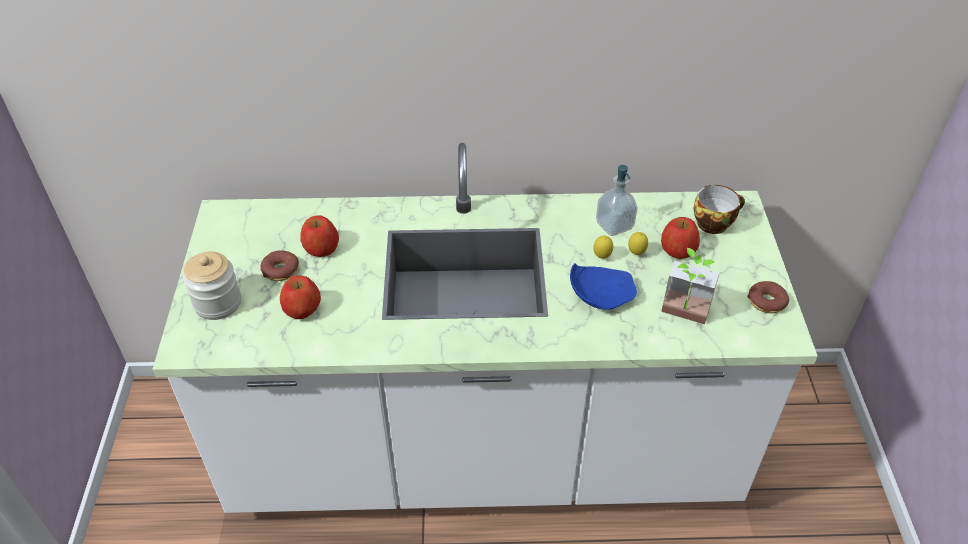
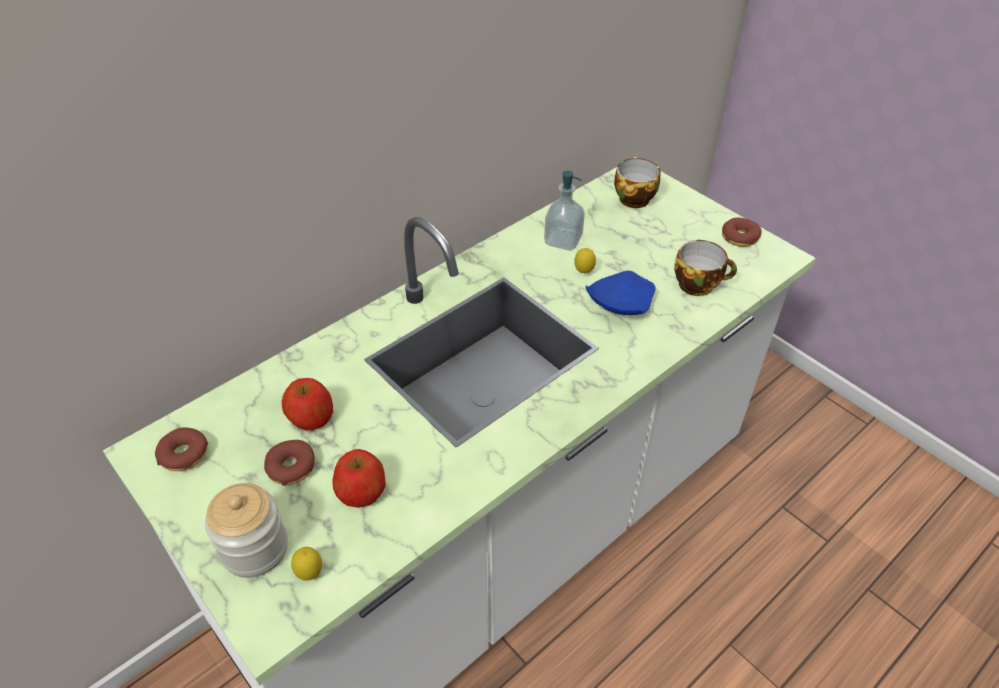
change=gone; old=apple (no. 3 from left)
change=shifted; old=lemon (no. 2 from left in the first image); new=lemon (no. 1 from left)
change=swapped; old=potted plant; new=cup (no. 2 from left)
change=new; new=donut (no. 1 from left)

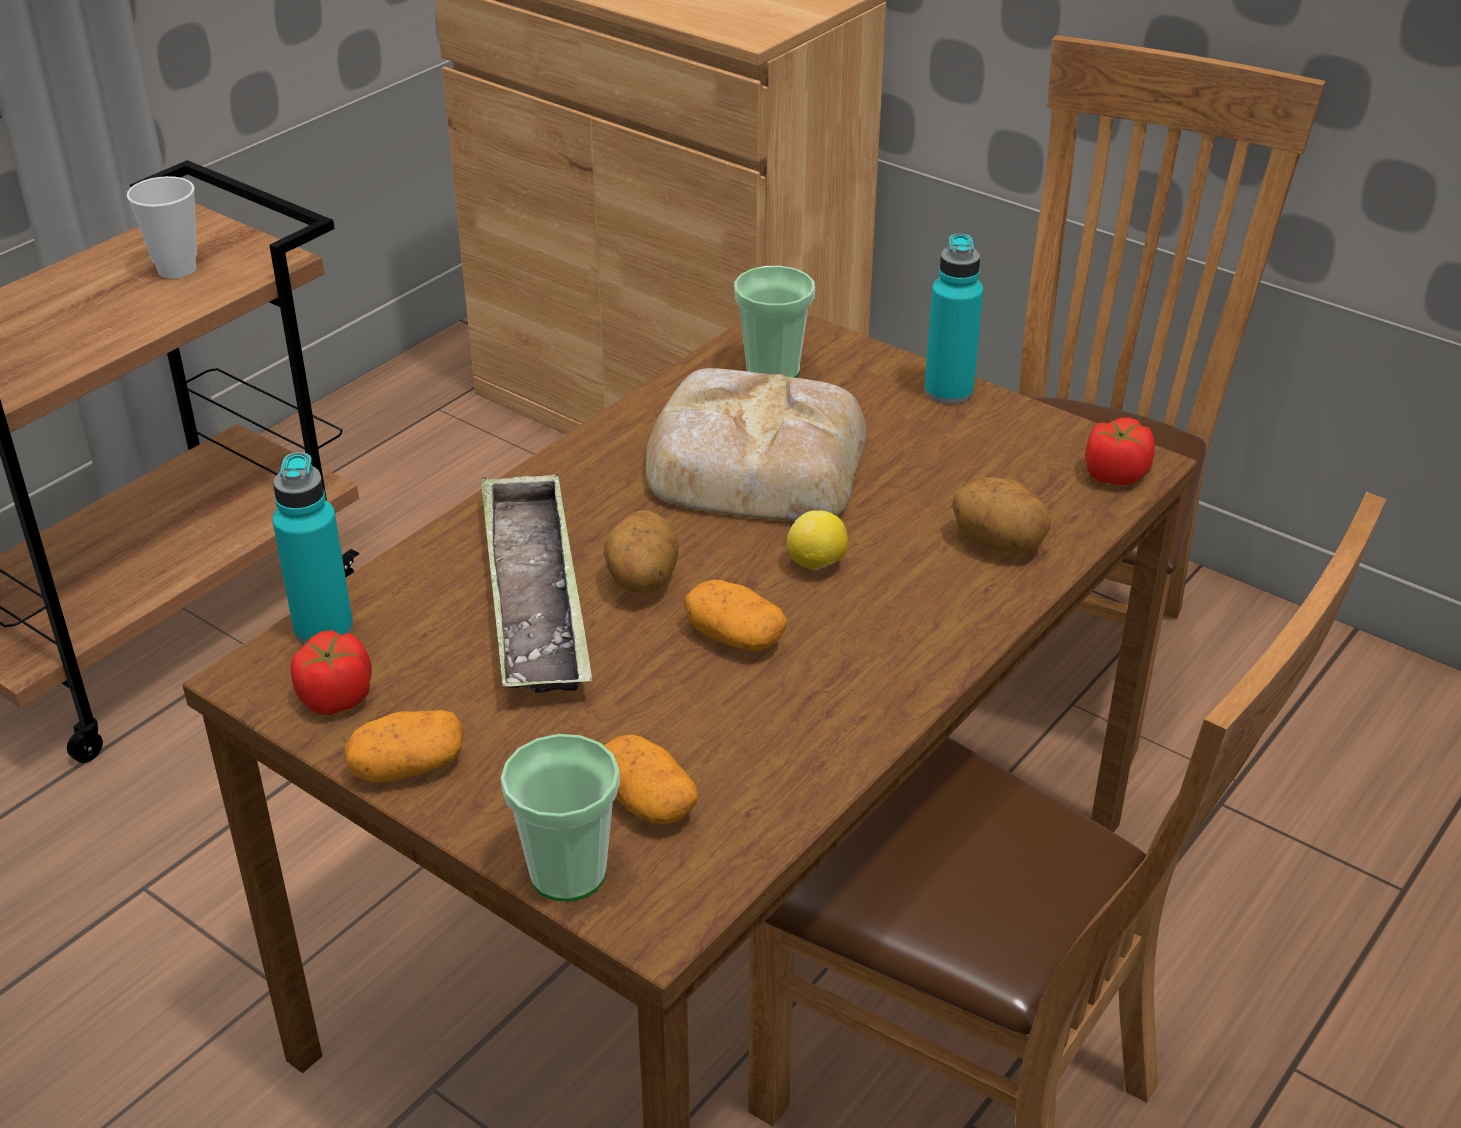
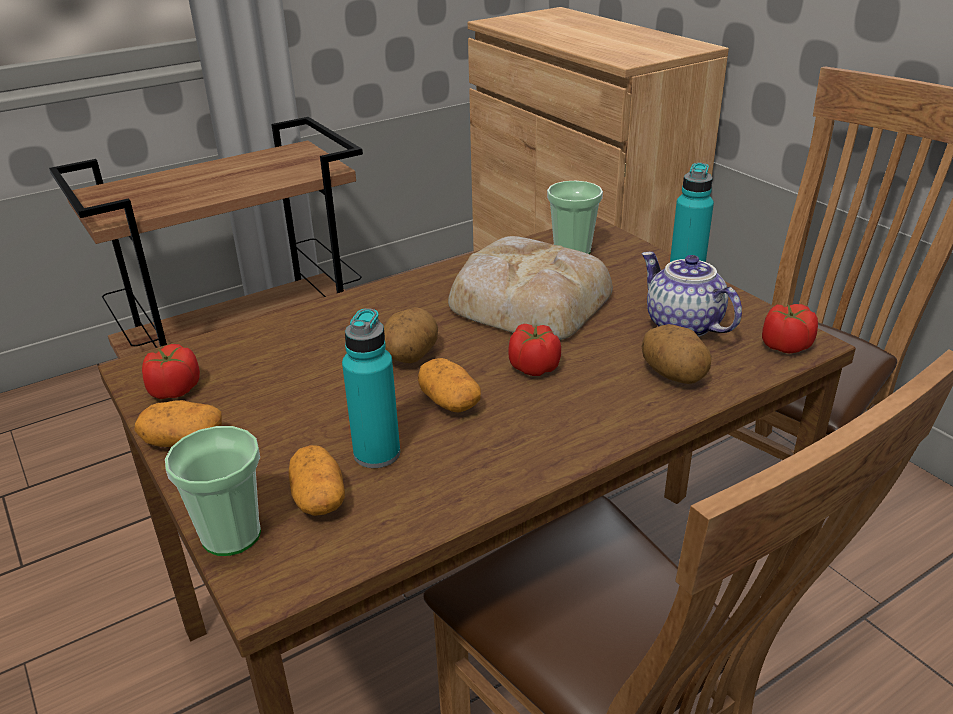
change=gone; old=cup (no. 1 from left)
change=shifted; old=turquoise bottle (no. 1 from left)
change=gone; old=tray
change=swapped; old=lemon; new=tomato (no. 2 from left)
change=new; new=teapot

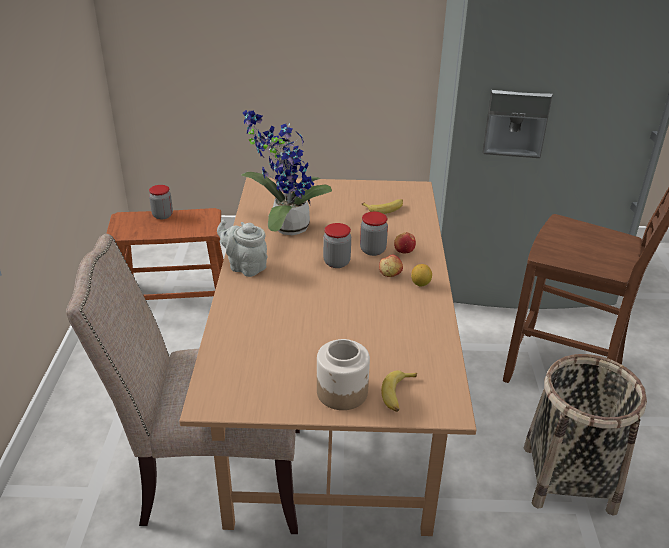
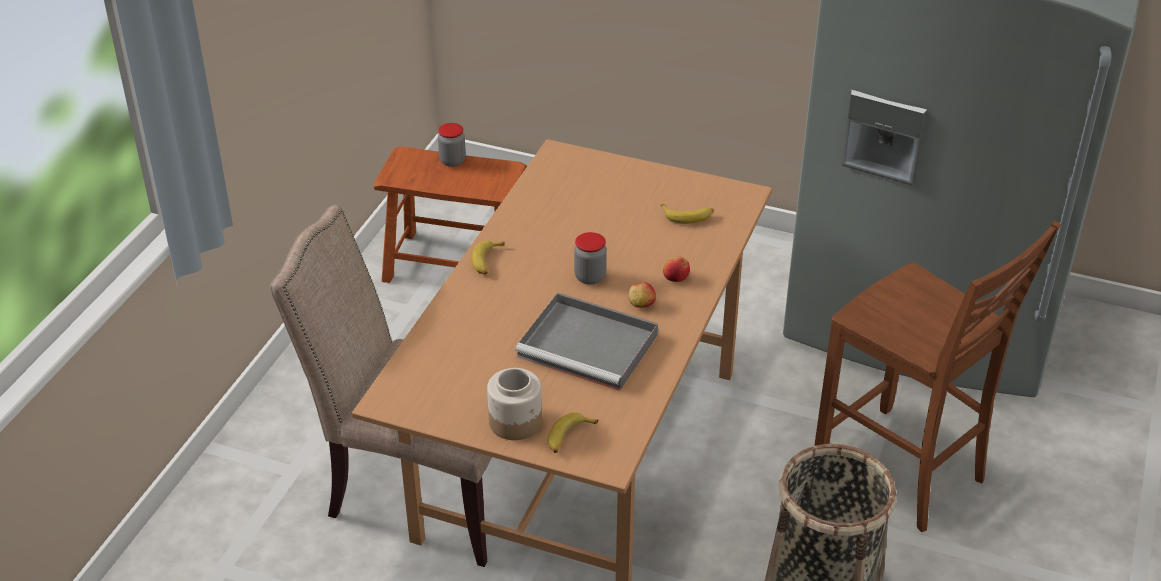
change=gone; old=potted plant
change=gone; old=jar (no. 4 from left)
change=swapped; old=grey teapot; new=banana (no. 1 from left)
change=gone; old=lemon
change=new; new=grey tray

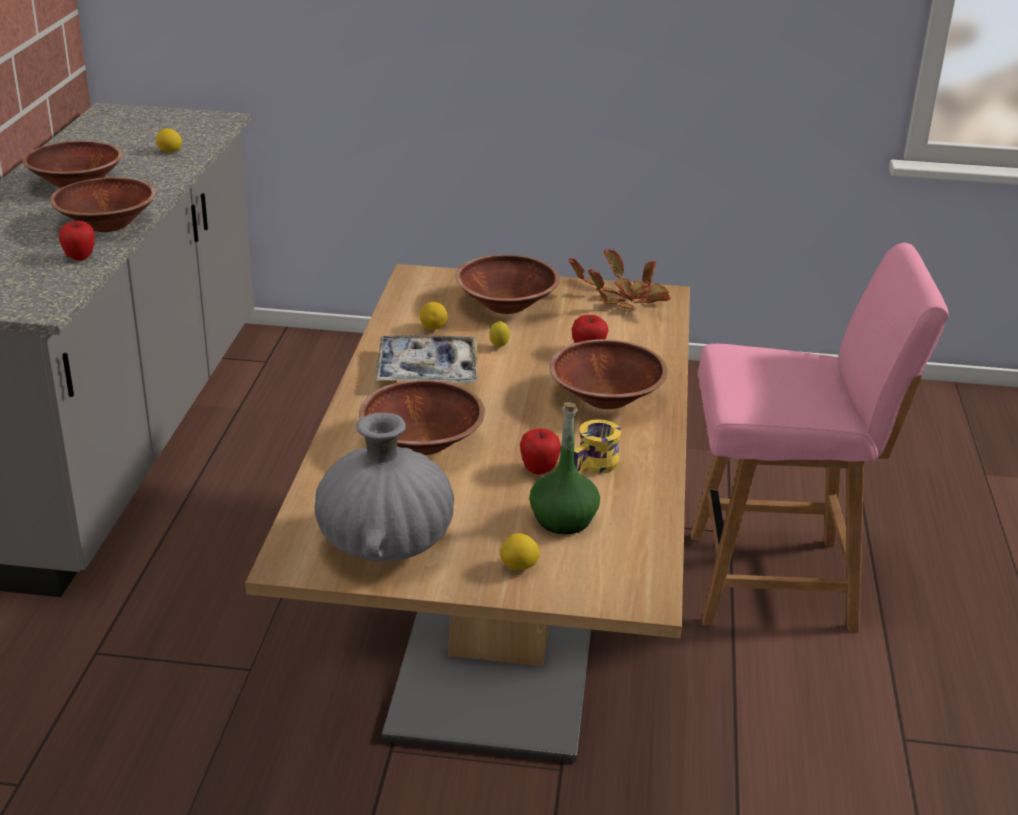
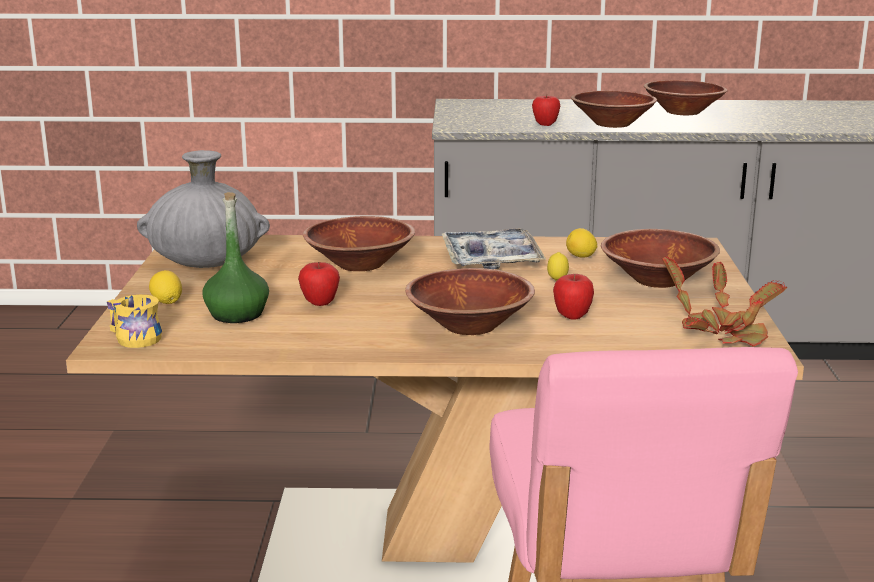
change=gone; old=lemon (no. 1 from left)
change=shifted; old=yellow mug

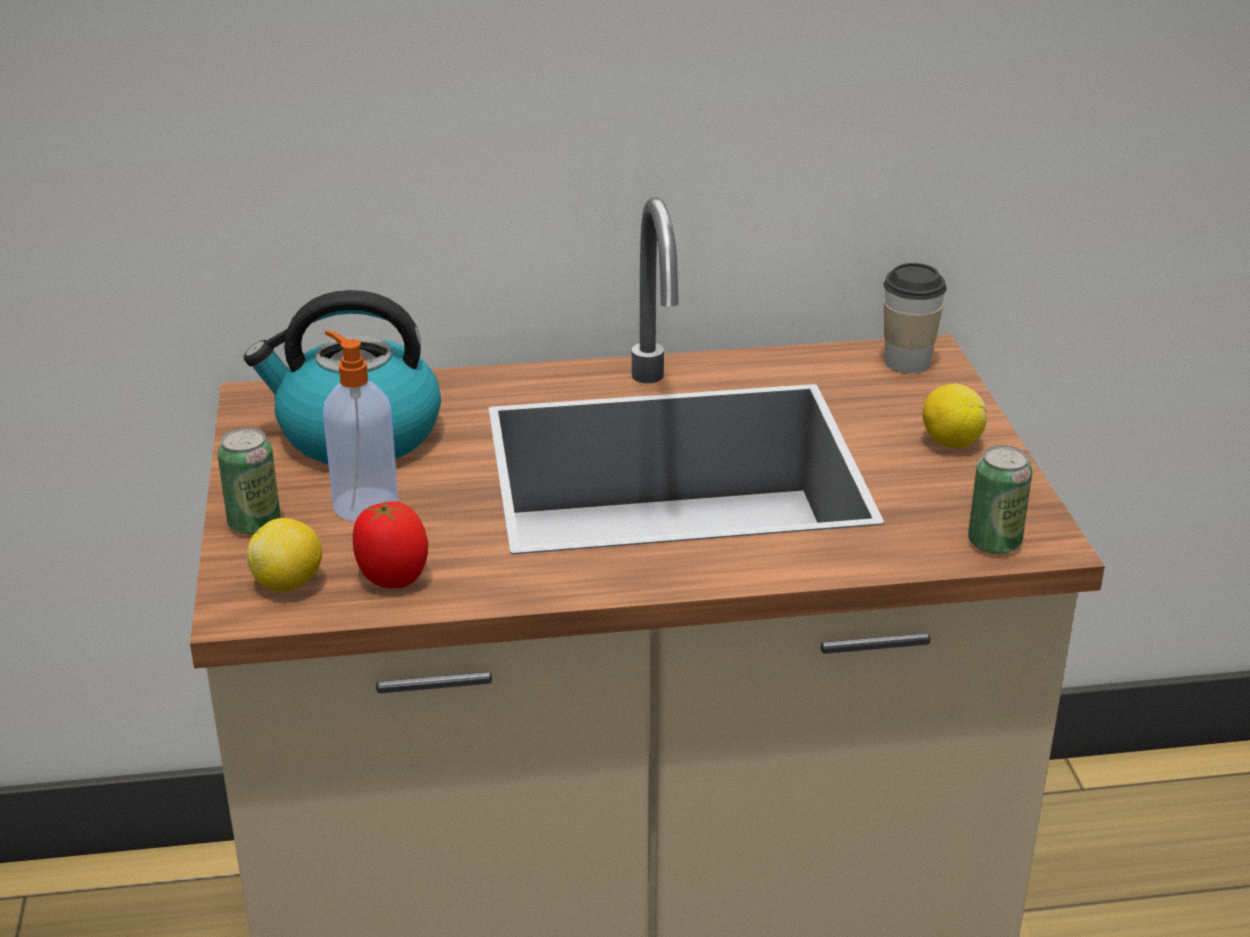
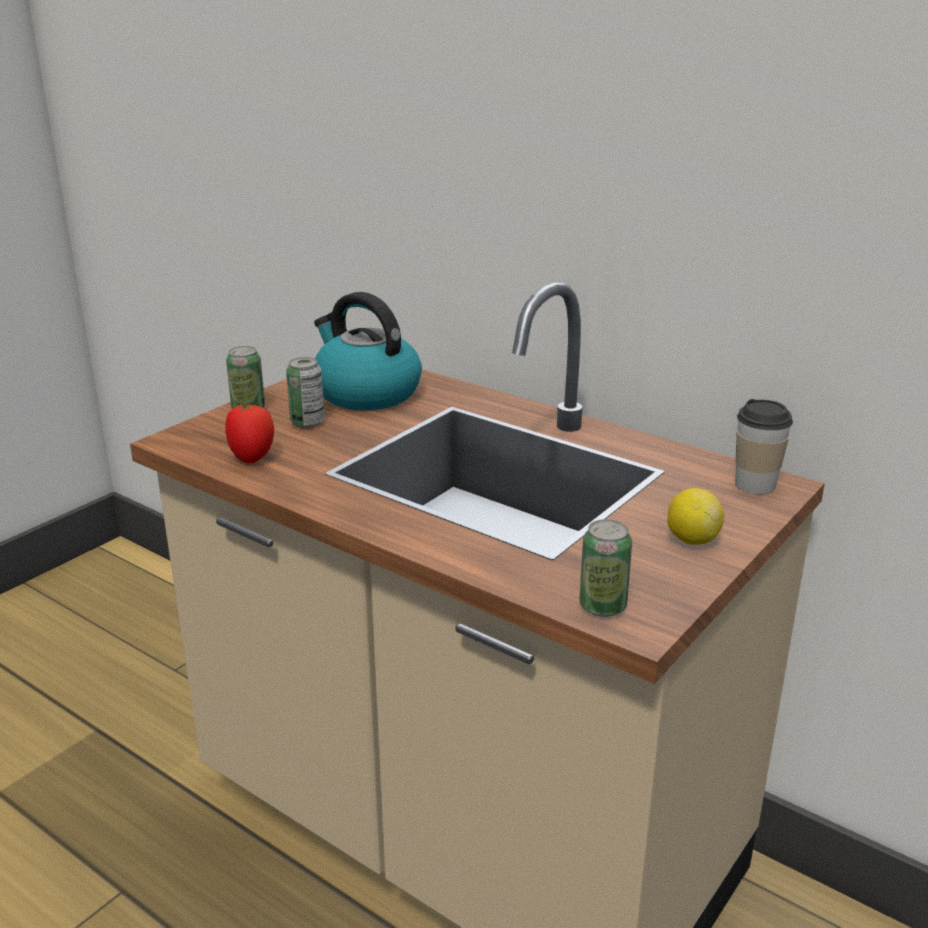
change=swapped; old=soap dispenser; new=can (no. 2 from left)
change=gone; old=lemon (no. 1 from left)

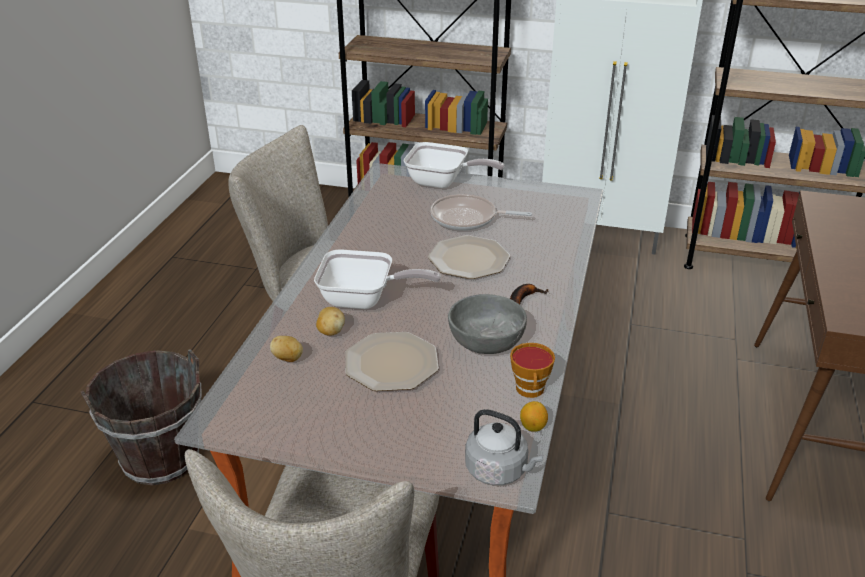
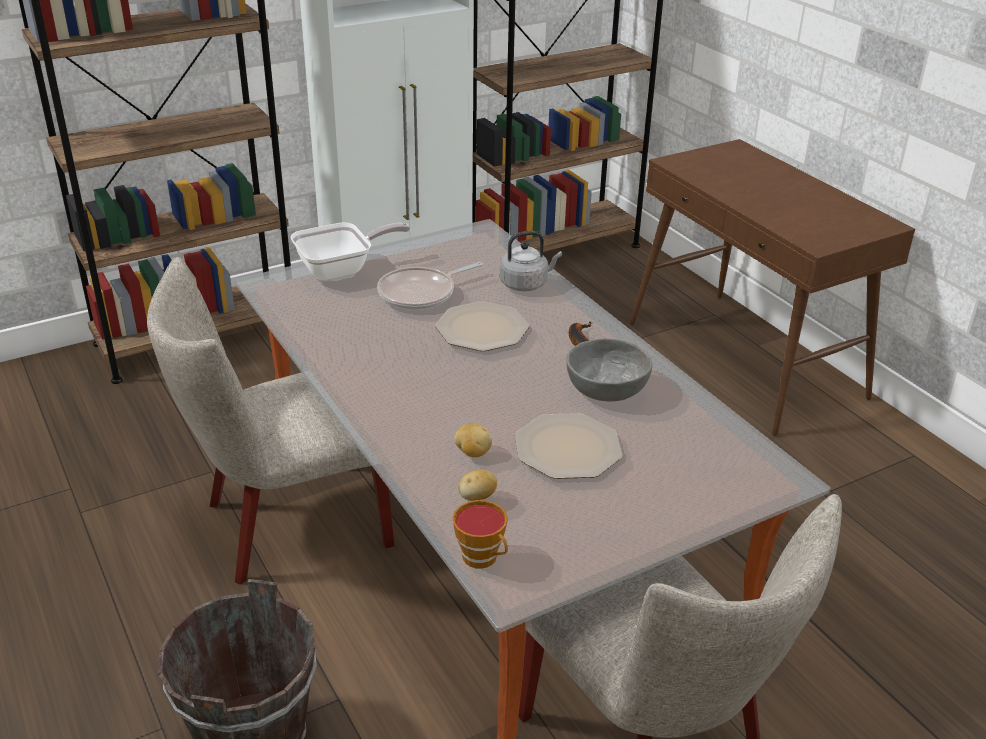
change=gone; old=frying pan (no. 1 from left)
change=shifted; old=cup
change=gone; old=lemon
change=shifted; old=grey kettle

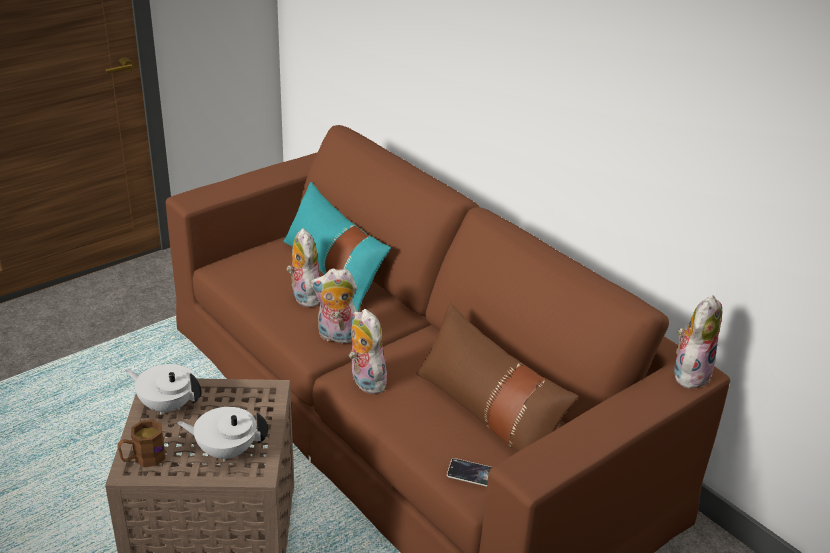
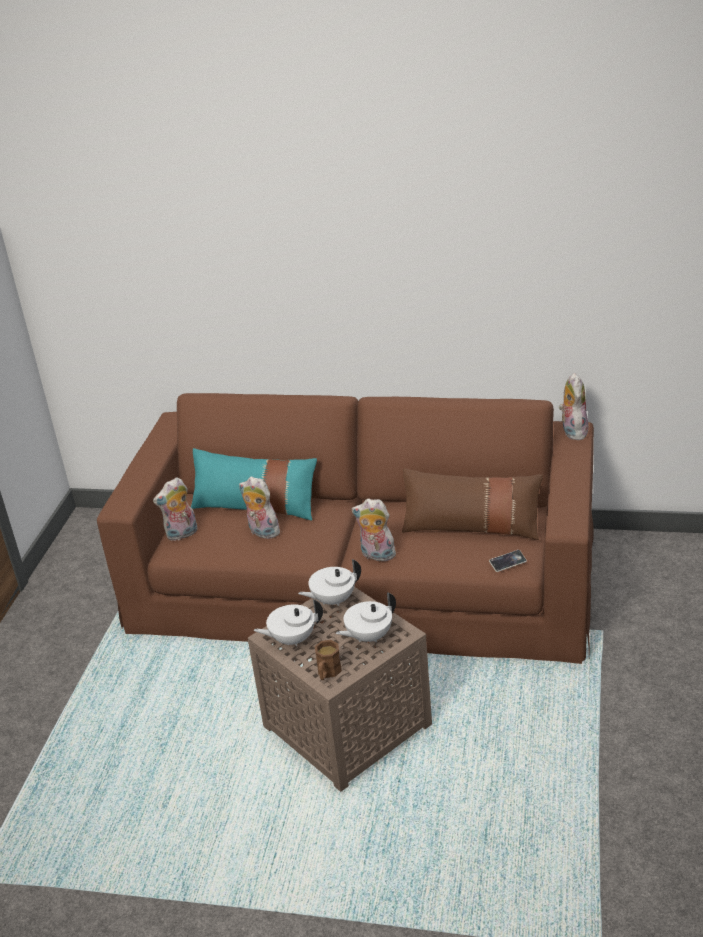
change=shifted; old=plush toy (no. 2 from left in the first image); new=plush toy (no. 1 from left)
change=new; new=white teapot (no. 2 from left)

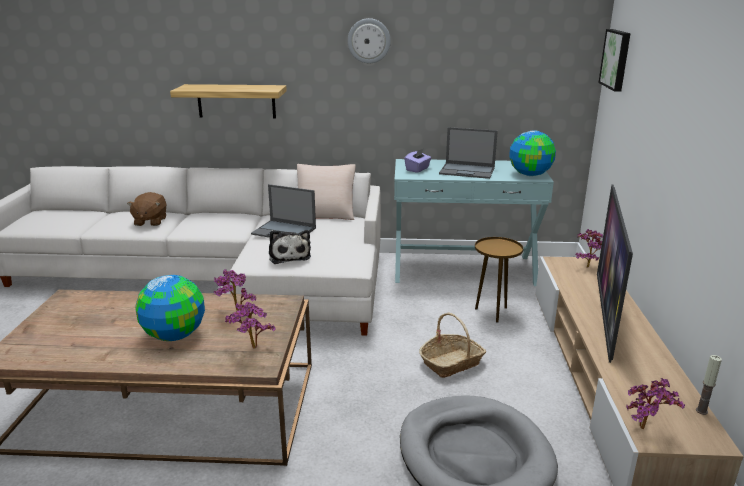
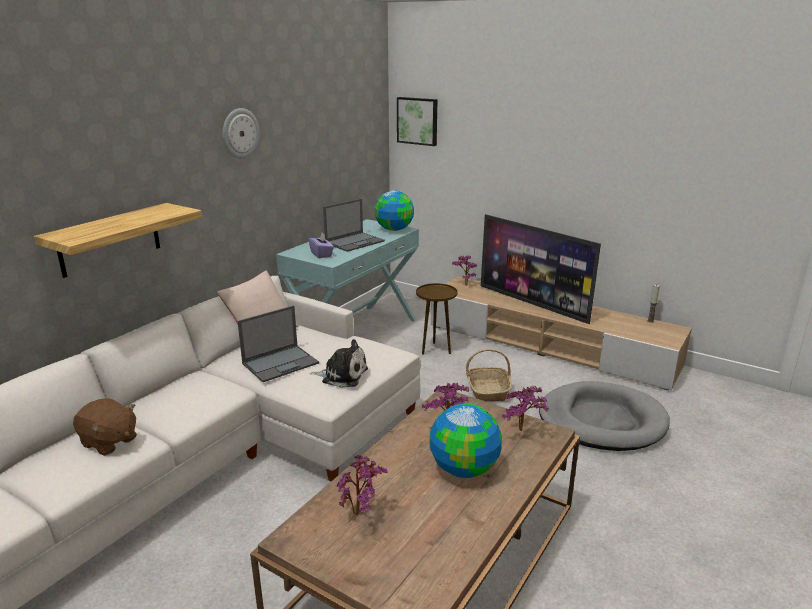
change=shifted; old=potted plant (no. 4 from left in the first image); new=potted plant (no. 1 from left)

